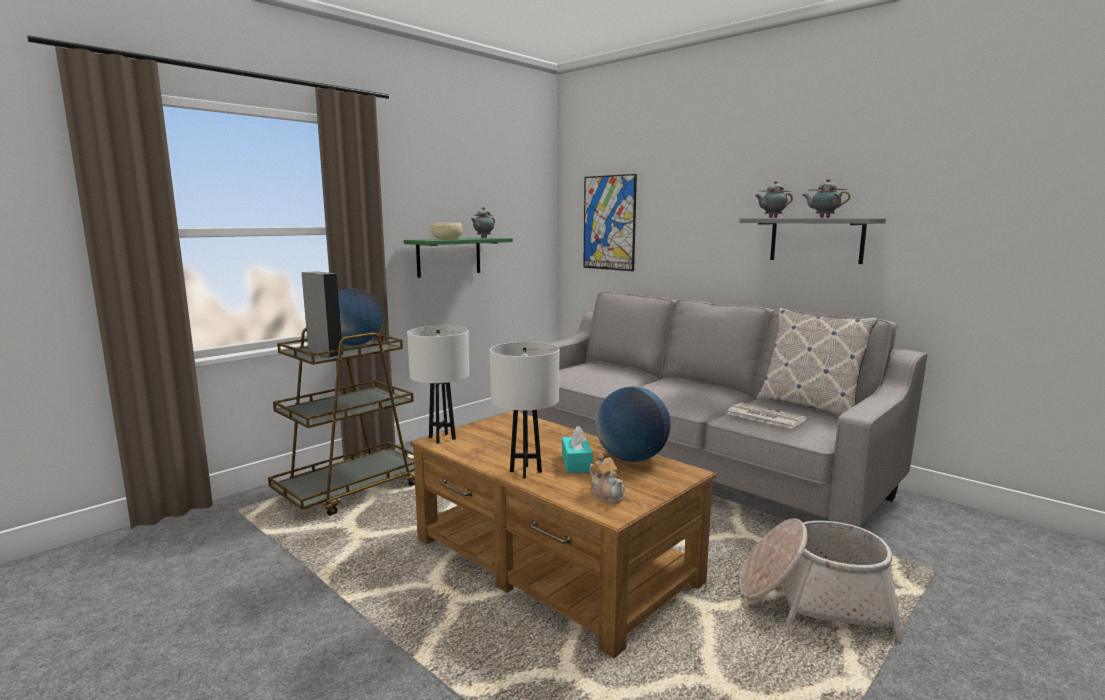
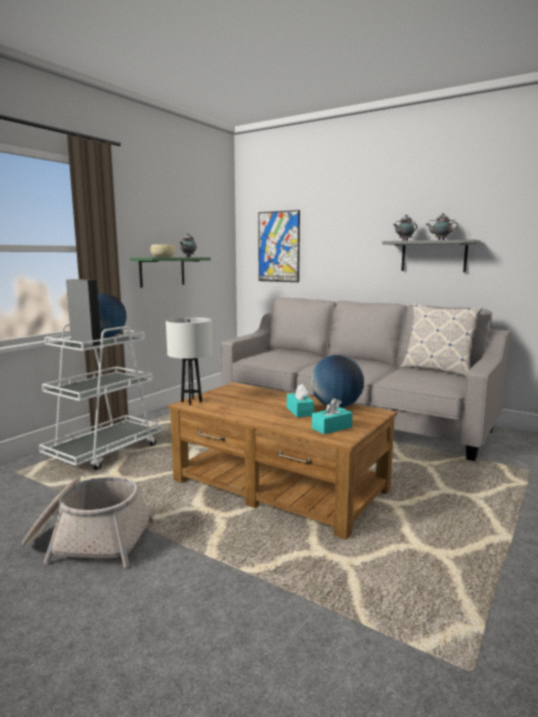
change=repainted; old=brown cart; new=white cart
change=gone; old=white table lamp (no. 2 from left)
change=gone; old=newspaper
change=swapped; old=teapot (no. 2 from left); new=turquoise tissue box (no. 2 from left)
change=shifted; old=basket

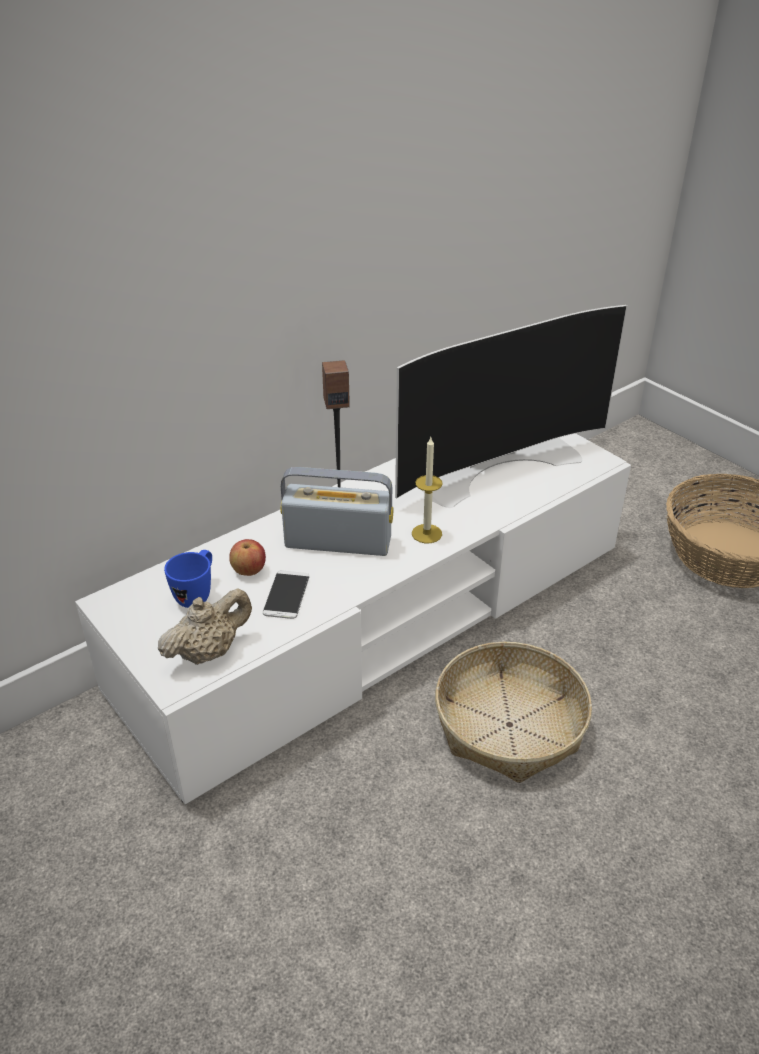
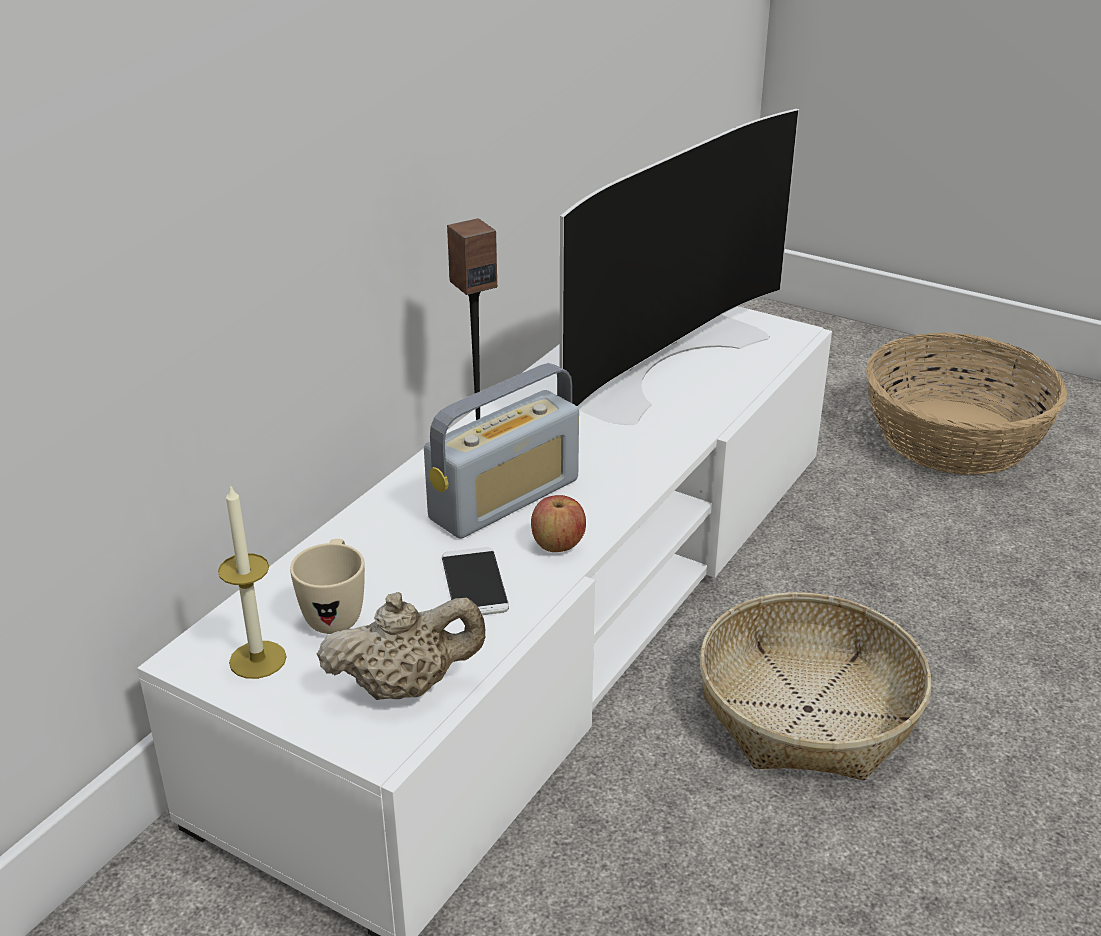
change=shifted; old=candle
change=rotated; old=radio; degrees=150
change=shifted; old=apple
change=repainted; old=blue mug; new=beige mug
change=rotated; old=beige teapot; degrees=45

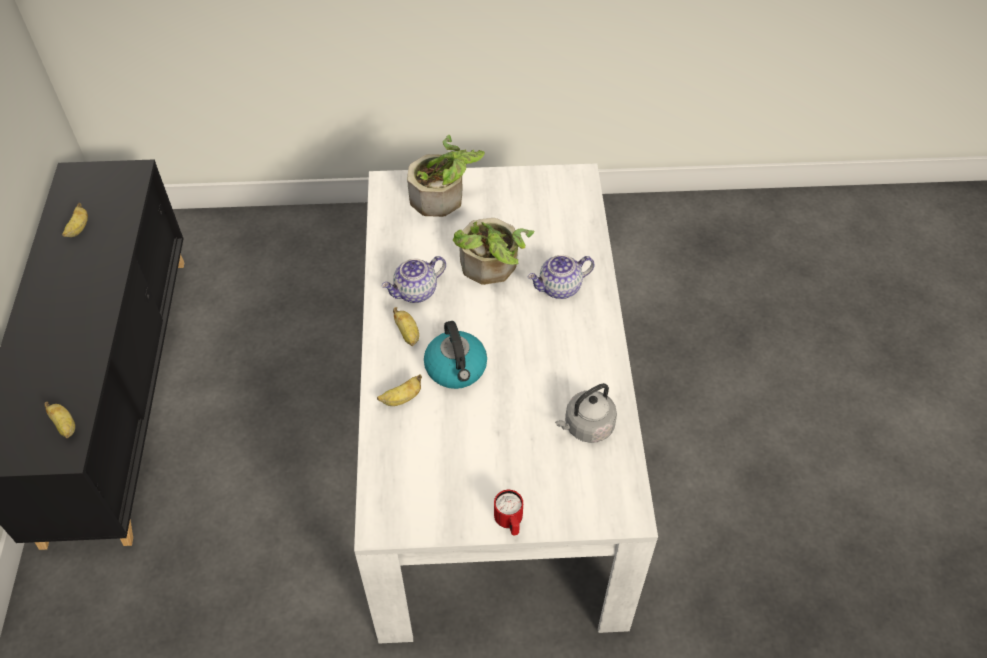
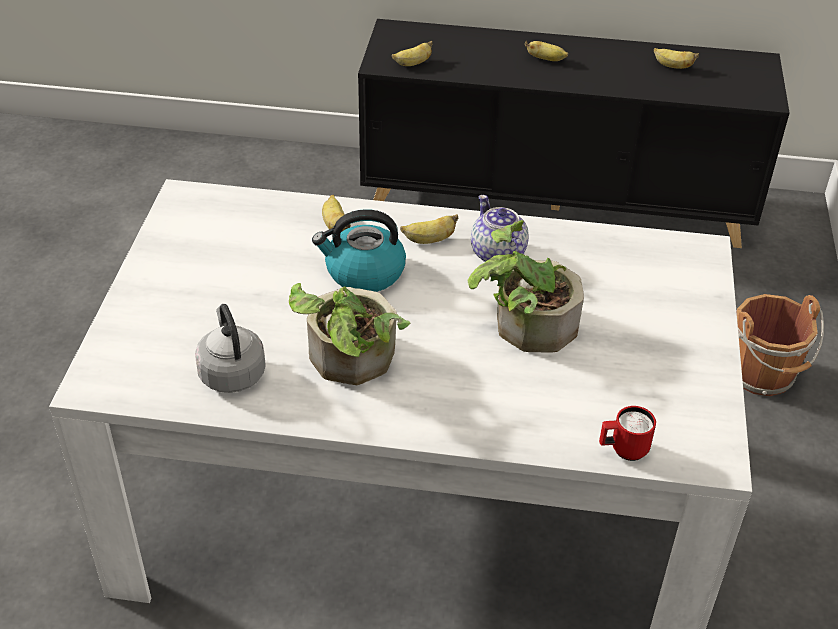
change=shifted; old=potted plant (no. 1 from left)
change=gone; old=teapot (no. 2 from left)
change=shifted; old=red mug
change=new; new=banana (no. 4 from left)
change=new; new=brown bucket

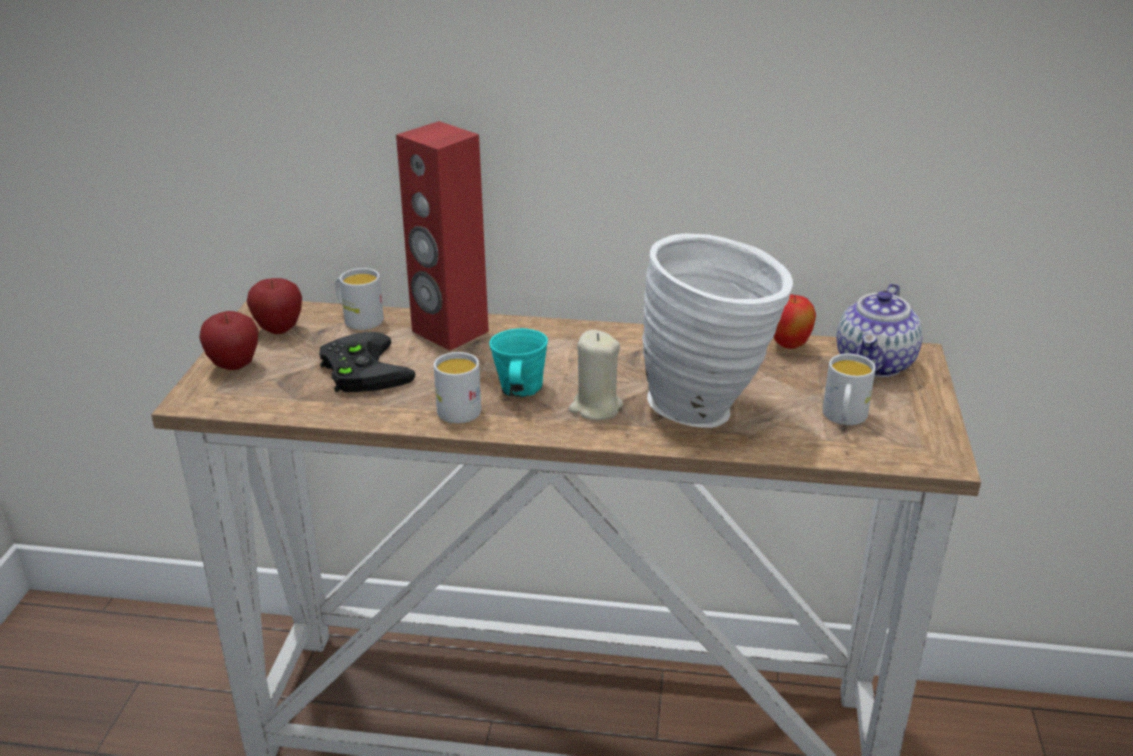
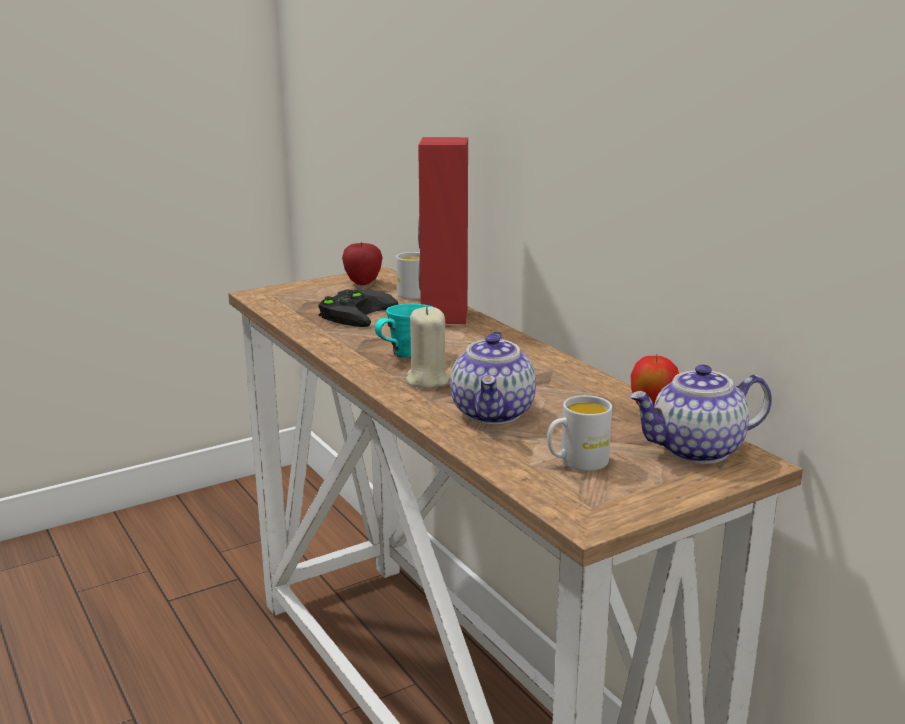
change=swapped; old=white vase; new=teapot (no. 1 from left)
change=gone; old=apple (no. 1 from left)
change=gone; old=white mug (no. 2 from left)

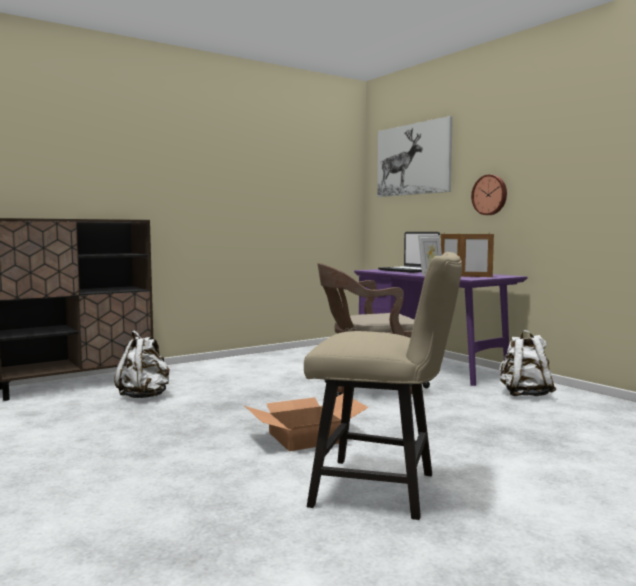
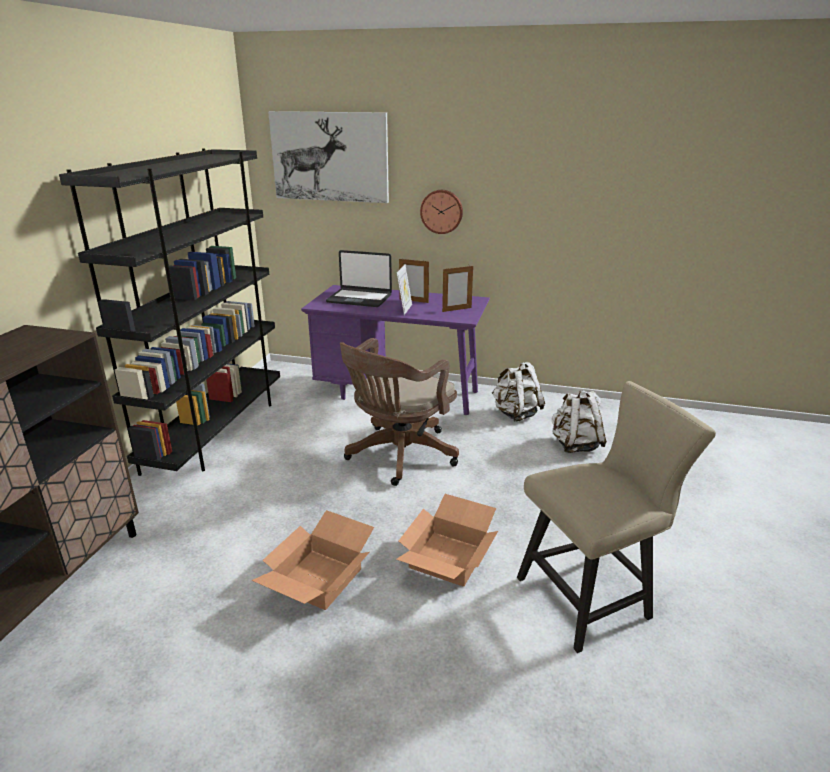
change=shifted; old=white backpack (no. 1 from left in the first image); new=white backpack (no. 2 from left)
change=new; new=black bookcase
change=new; new=cardboard box (no. 1 from left)

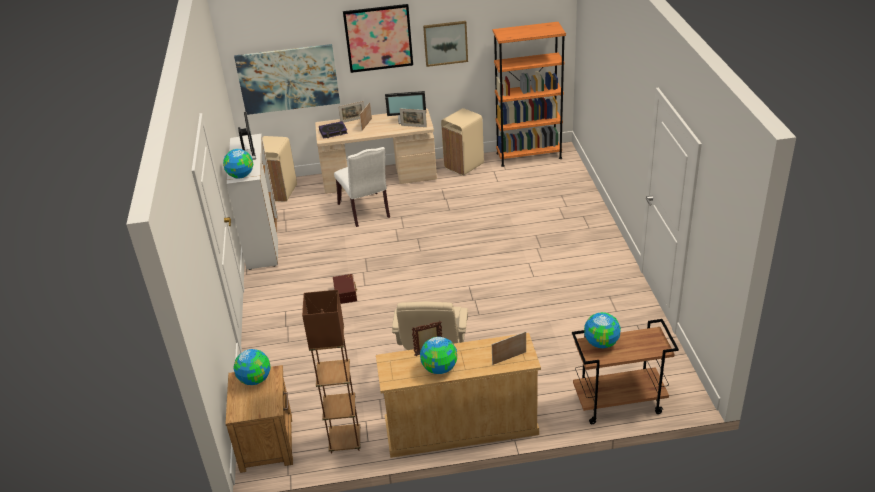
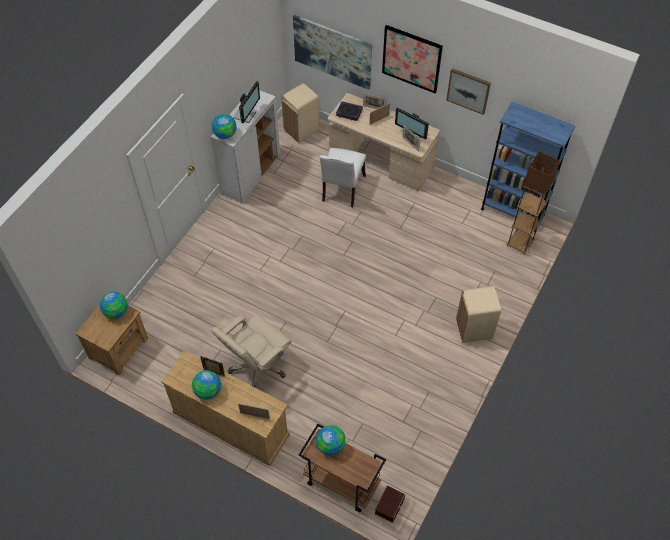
change=repainted; old=orange bookcase; new=blue bookcase
change=shifted; old=beige trash can (no. 2 from left)
change=shifted; old=brown storage box
change=shifted; old=brown floor lamp

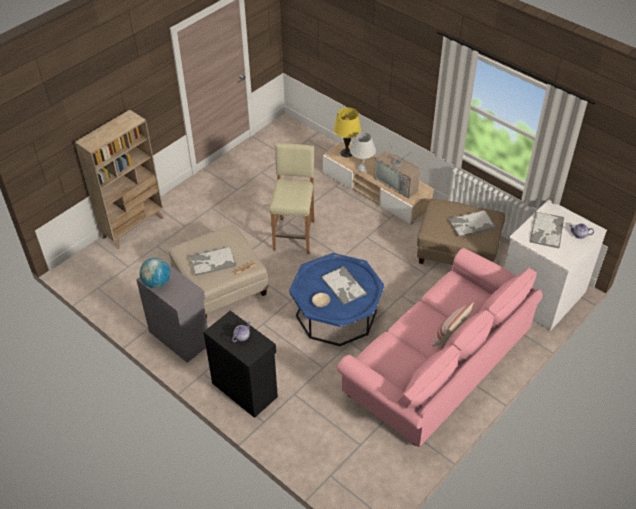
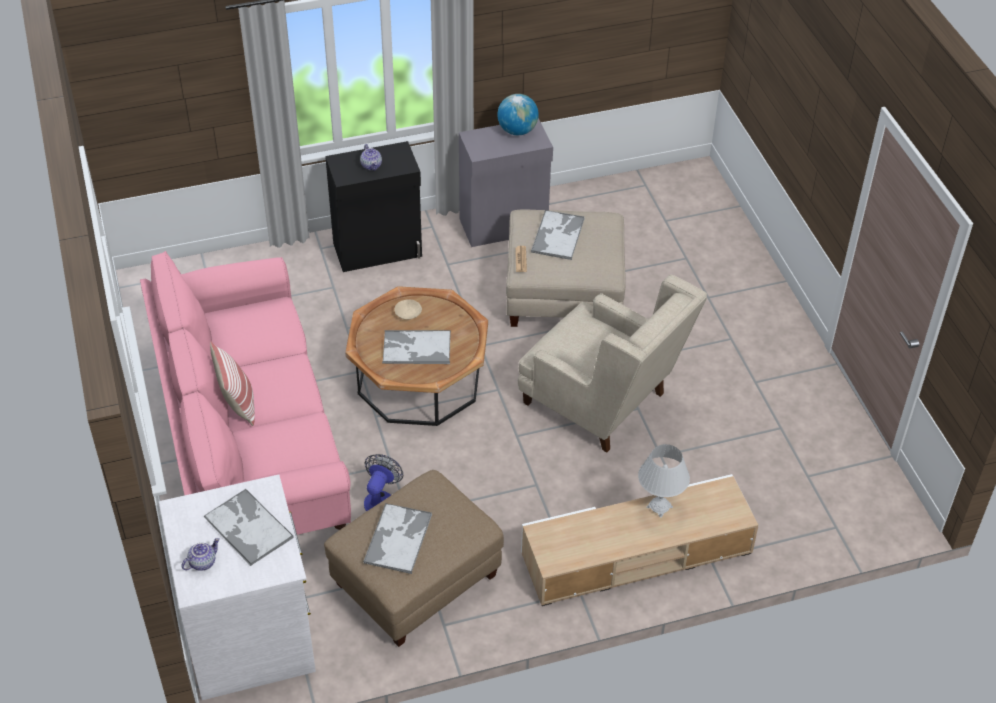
change=gone; old=yellow table lamp
change=gone; old=beige bookcase
change=swapped; old=beige stool; new=beige armchair
change=gone; old=television
change=repainted; old=blue coffee table; new=brown coffee table
change=new; new=fan

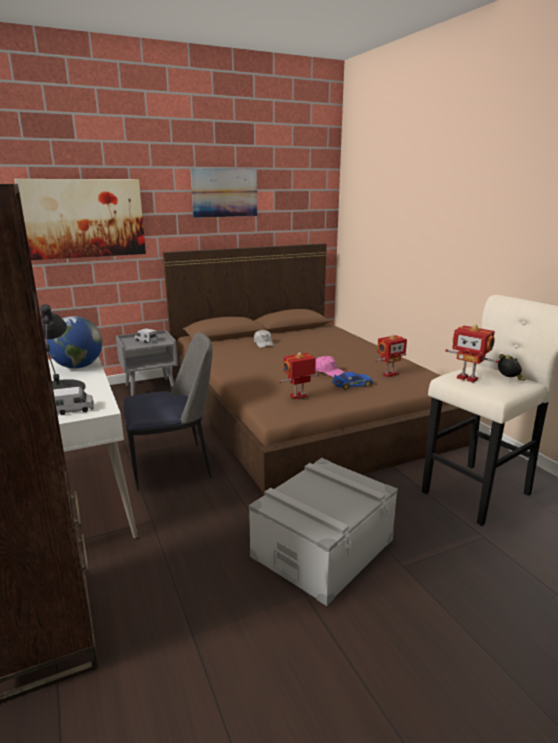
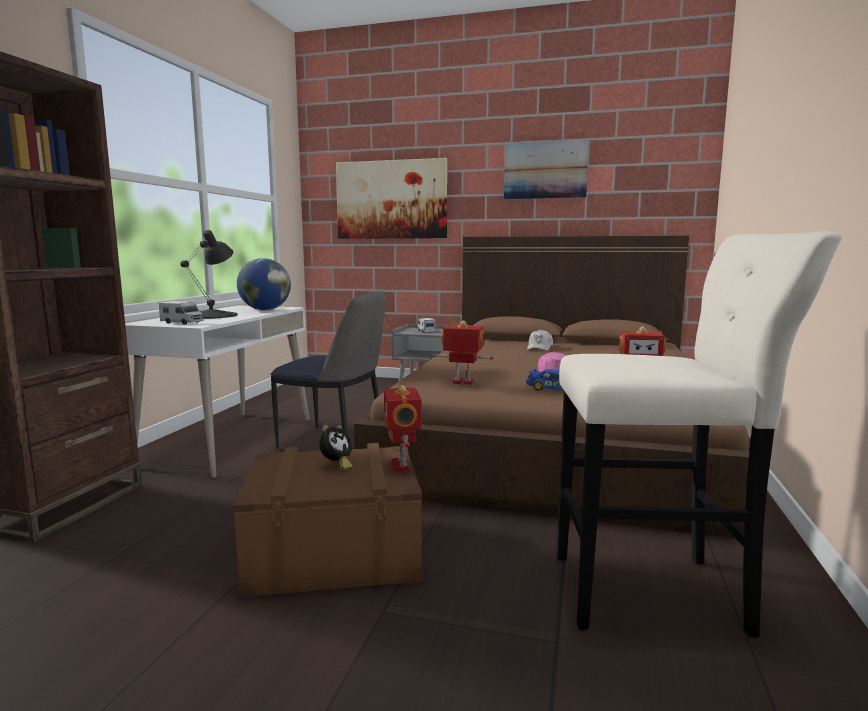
change=shifted; old=toy robot (no. 3 from left in the first image); new=toy robot (no. 1 from left)
change=shifted; old=alarm clock
change=repainted; old=grey storage box; new=brown storage box

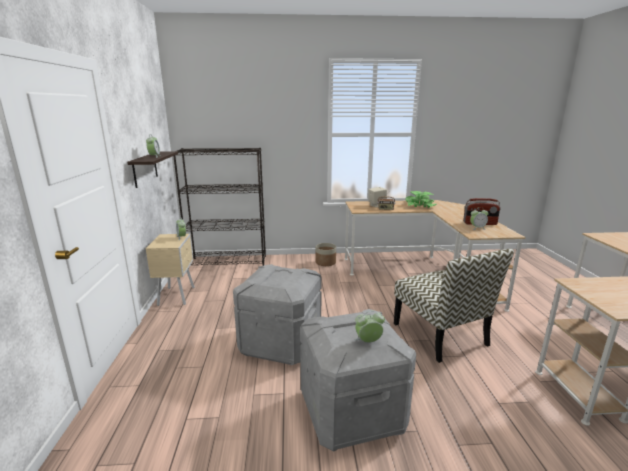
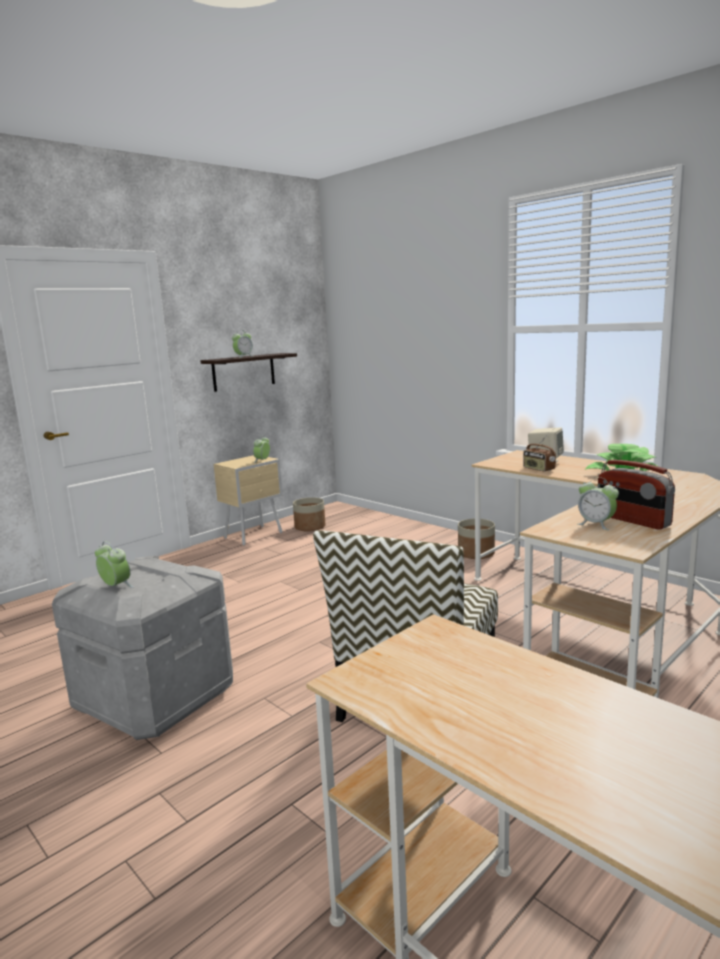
change=gone; old=black bookcase
change=gone; old=grey storage box (no. 1 from left)
change=new; new=planter (no. 1 from left)

